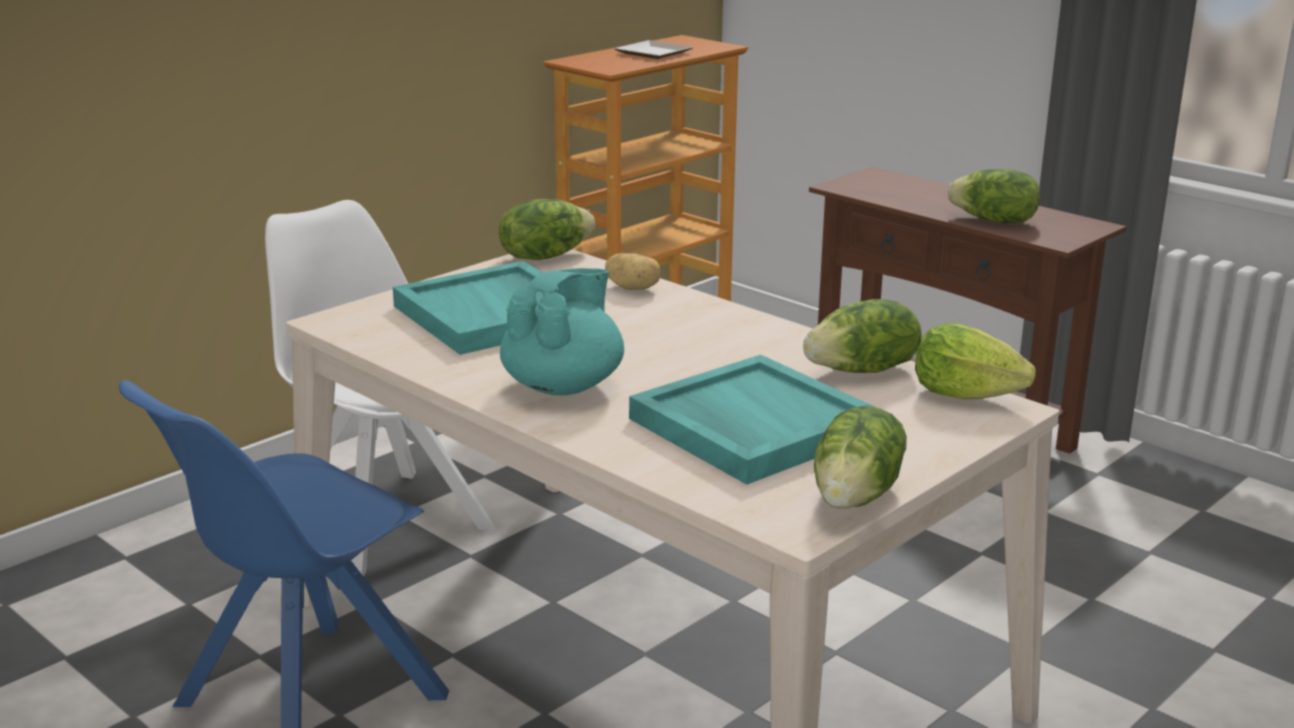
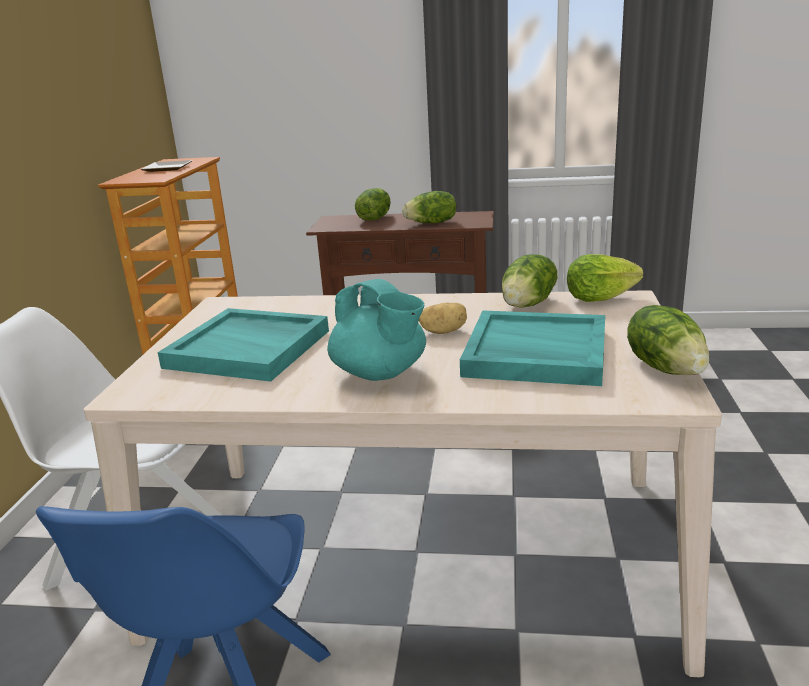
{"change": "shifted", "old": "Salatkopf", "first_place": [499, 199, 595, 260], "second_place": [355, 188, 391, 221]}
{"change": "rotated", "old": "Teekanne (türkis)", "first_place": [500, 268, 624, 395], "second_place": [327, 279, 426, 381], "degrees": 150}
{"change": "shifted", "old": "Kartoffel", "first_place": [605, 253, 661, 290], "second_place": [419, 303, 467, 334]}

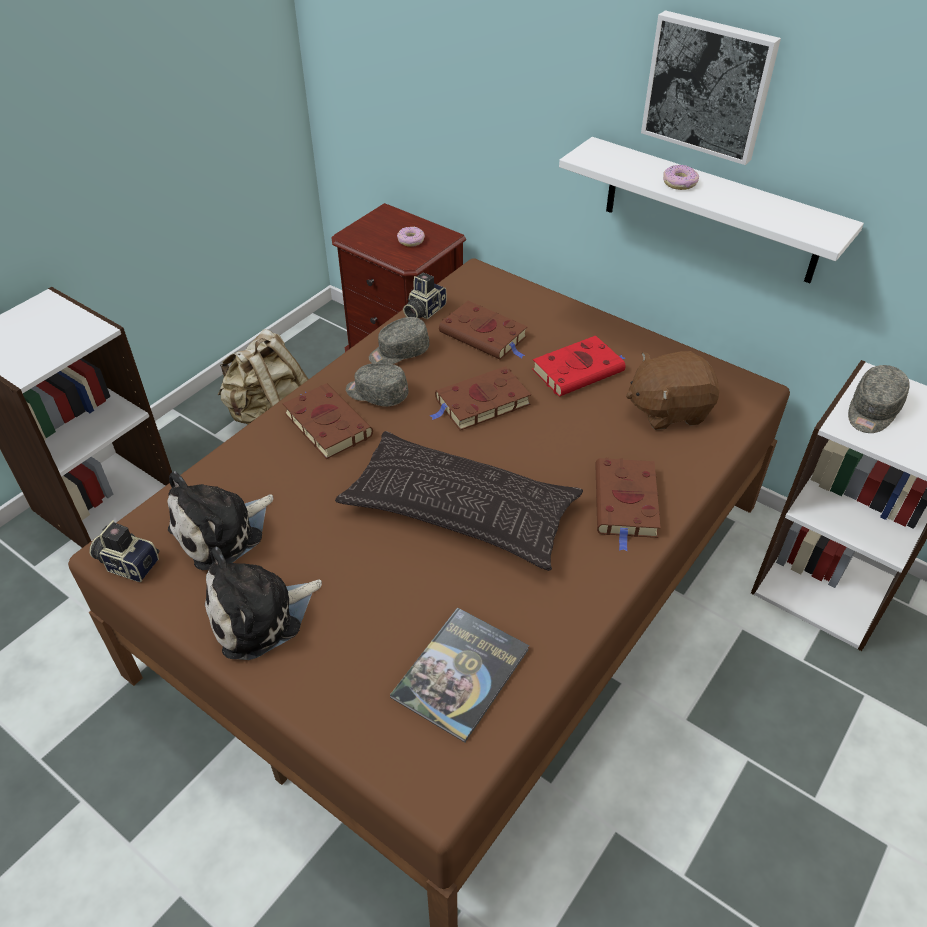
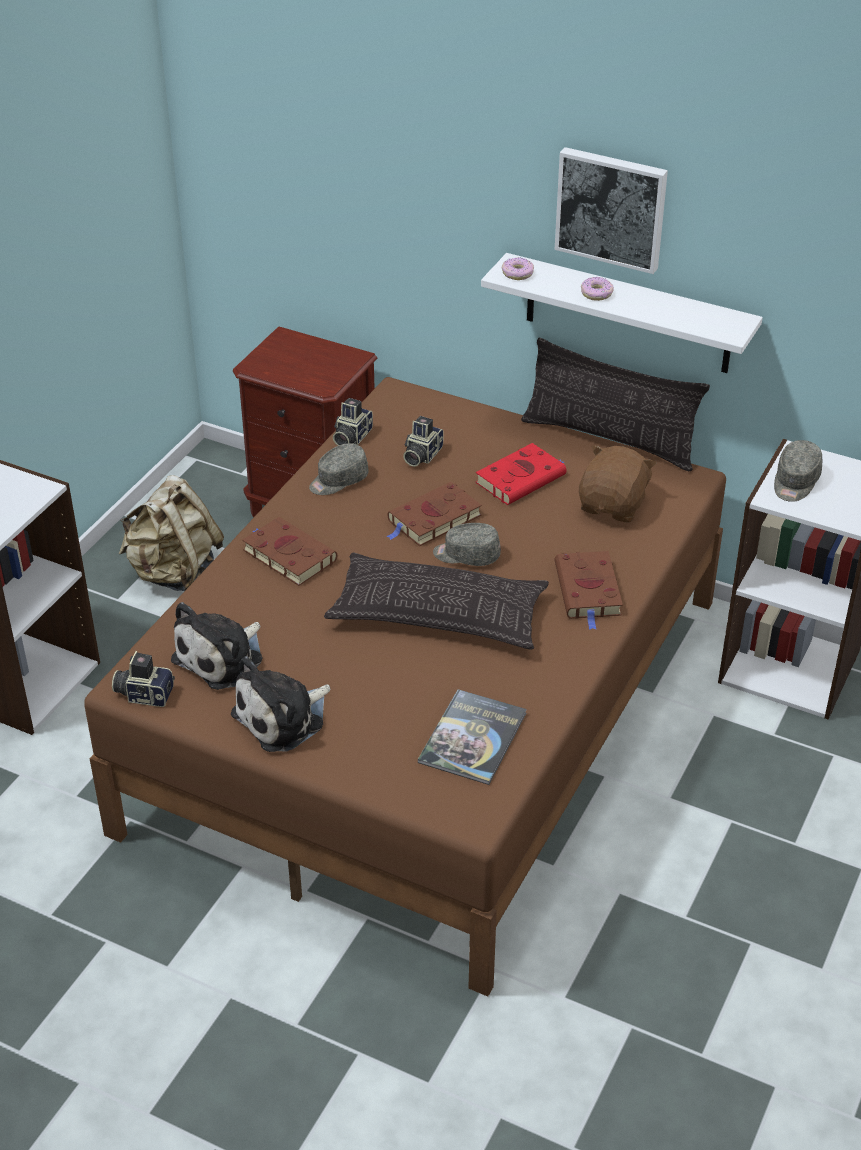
{"change": "shifted", "old": "Kappe (grau)", "first_place": [346, 363, 409, 406], "second_place": [433, 523, 501, 566]}
{"change": "shifted", "old": "Donut", "first_place": [397, 227, 425, 247], "second_place": [502, 257, 534, 280]}
{"change": "swapped", "old": "Buch (braun)", "new": "Kamera", "first_place": [439, 301, 527, 360], "second_place": [403, 416, 444, 467]}
{"change": "rotated", "old": "Plüschtier (braun)", "first_place": [626, 351, 719, 430], "second_place": [579, 445, 657, 523], "degrees": 135}
{"change": "new", "new": "Kissen", "second_place": [521, 337, 710, 472]}

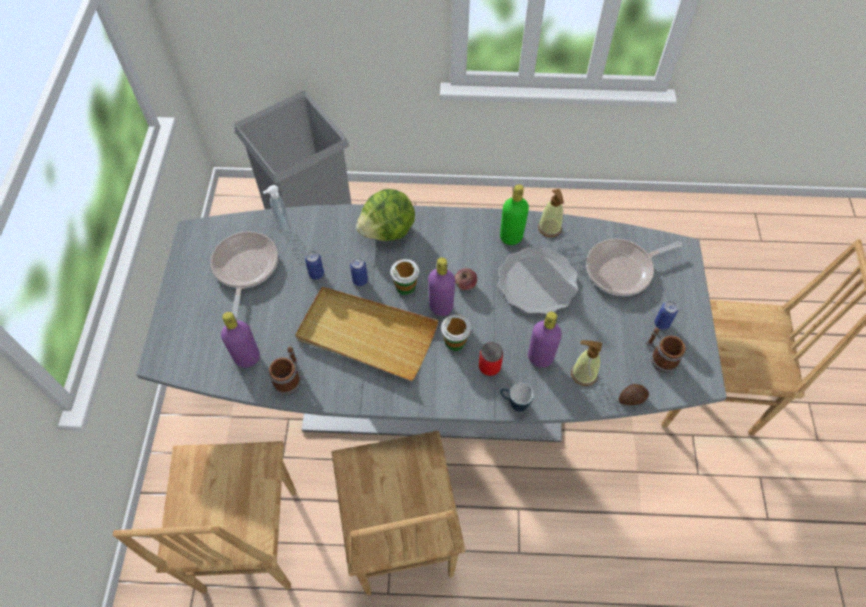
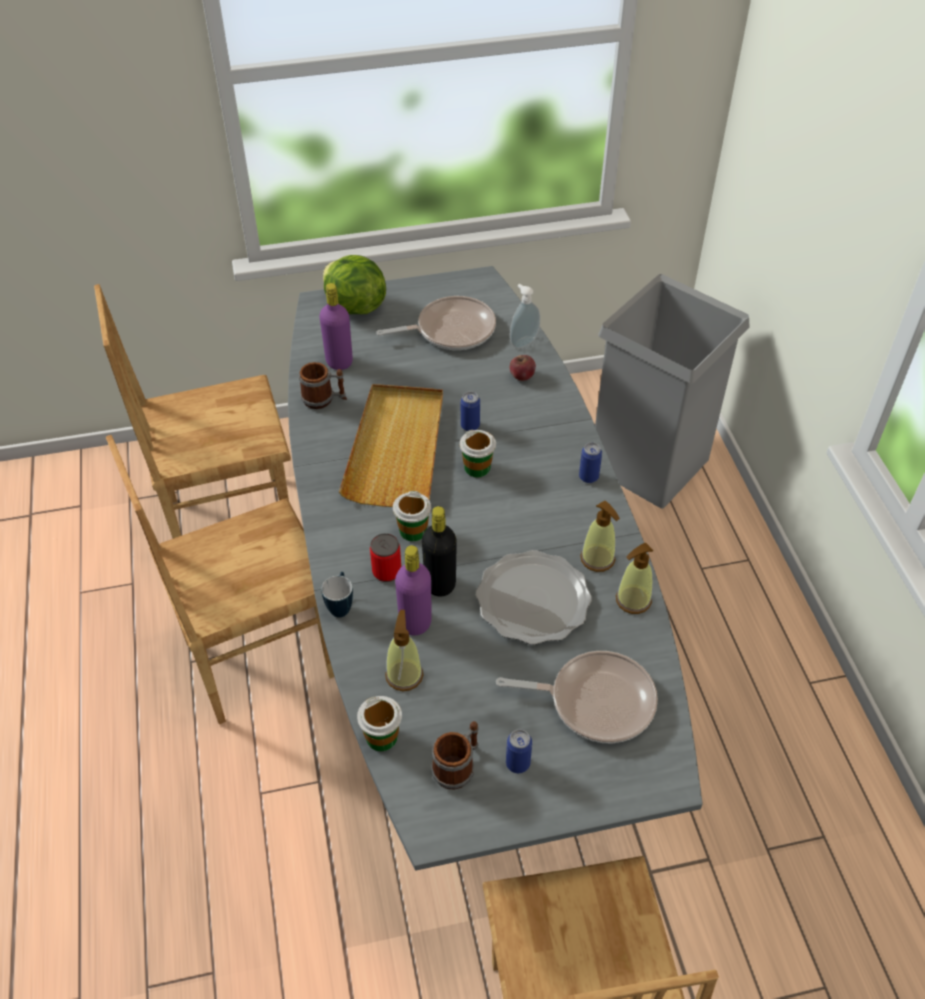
{"change": "shifted", "old": "Dose", "first_place": [305, 251, 324, 280], "second_place": [579, 442, 602, 483]}
{"change": "shifted", "old": "Salatkopf", "first_place": [356, 189, 415, 241], "second_place": [323, 255, 386, 314]}
{"change": "gone", "old": "Flasche (lila)", "first_place": [428, 257, 455, 316]}
{"change": "shifted", "old": "Apfel", "first_place": [455, 268, 477, 290], "second_place": [510, 355, 536, 381]}
{"change": "swapped", "old": "Flasche (grün)", "new": "Seifenspender", "first_place": [500, 184, 529, 245], "second_place": [580, 501, 620, 572]}
{"change": "rotated", "old": "Pfanne", "first_place": [586, 239, 682, 296], "second_place": [496, 651, 658, 743], "degrees": 135}
{"change": "swapped", "old": "Kartoffel", "new": "Tasse", "first_place": [619, 384, 649, 405], "second_place": [357, 696, 402, 751]}
{"change": "new", "new": "Flasche (schwarz)", "second_place": [422, 506, 457, 597]}

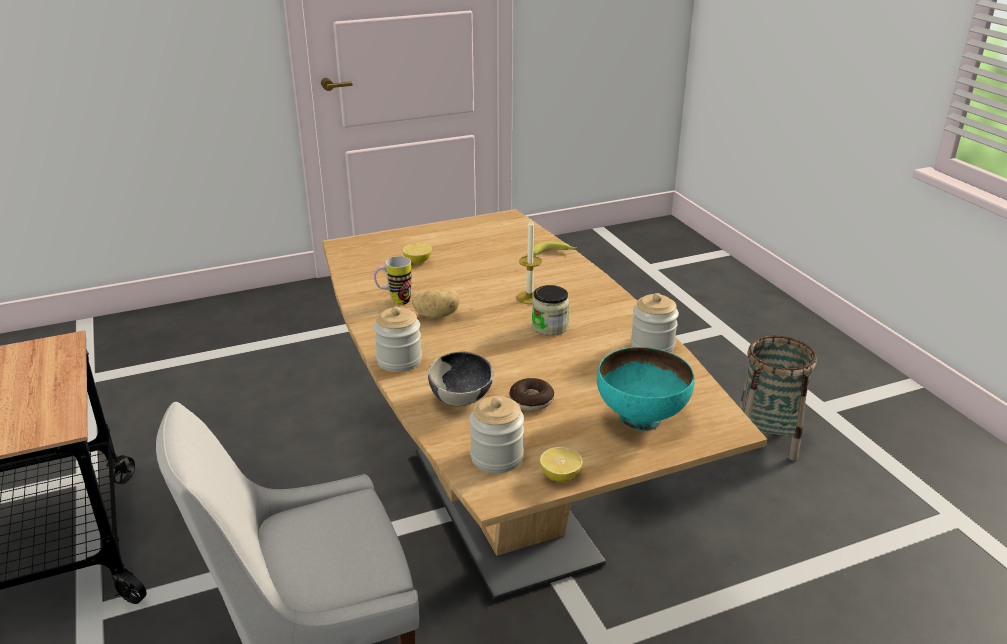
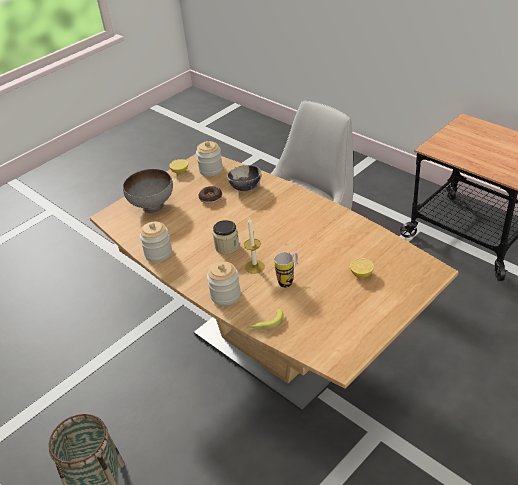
{"change": "shifted", "old": "Henkelbecher", "first_place": [374, 256, 412, 305], "second_place": [274, 252, 298, 288]}
{"change": "shifted", "old": "Vorratsglas", "first_place": [374, 306, 422, 372], "second_place": [207, 262, 241, 306]}
{"change": "gone", "old": "Kartoffel", "first_place": [413, 289, 460, 319]}
{"change": "repainted", "old": "Schüssel (türkis)", "new": "Schüssel (grau)", "first_place": [597, 347, 694, 431], "second_place": [123, 169, 173, 213]}

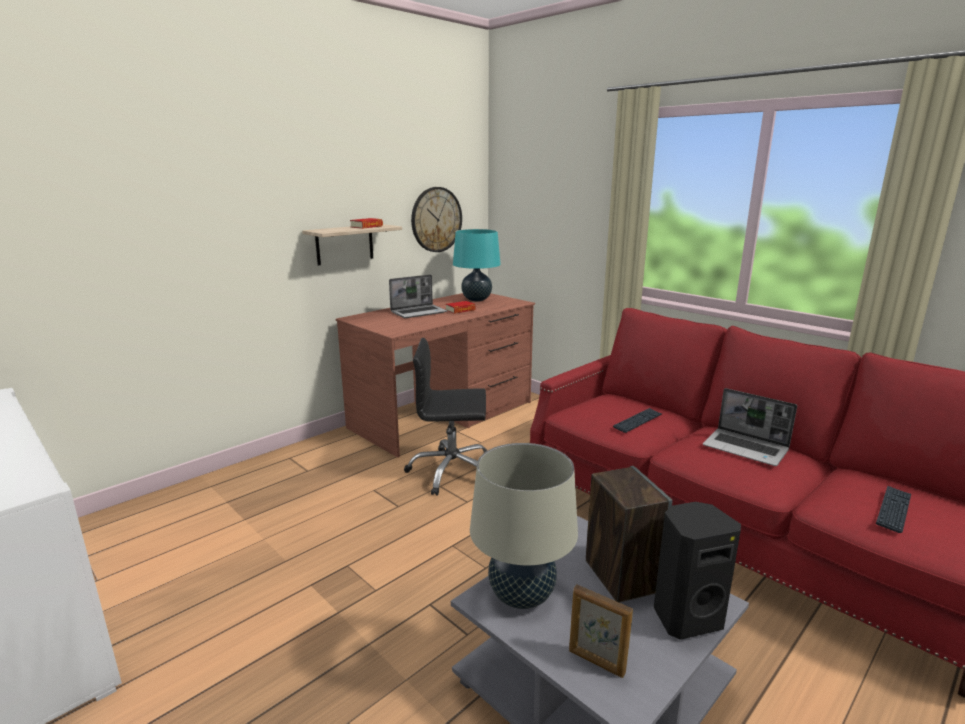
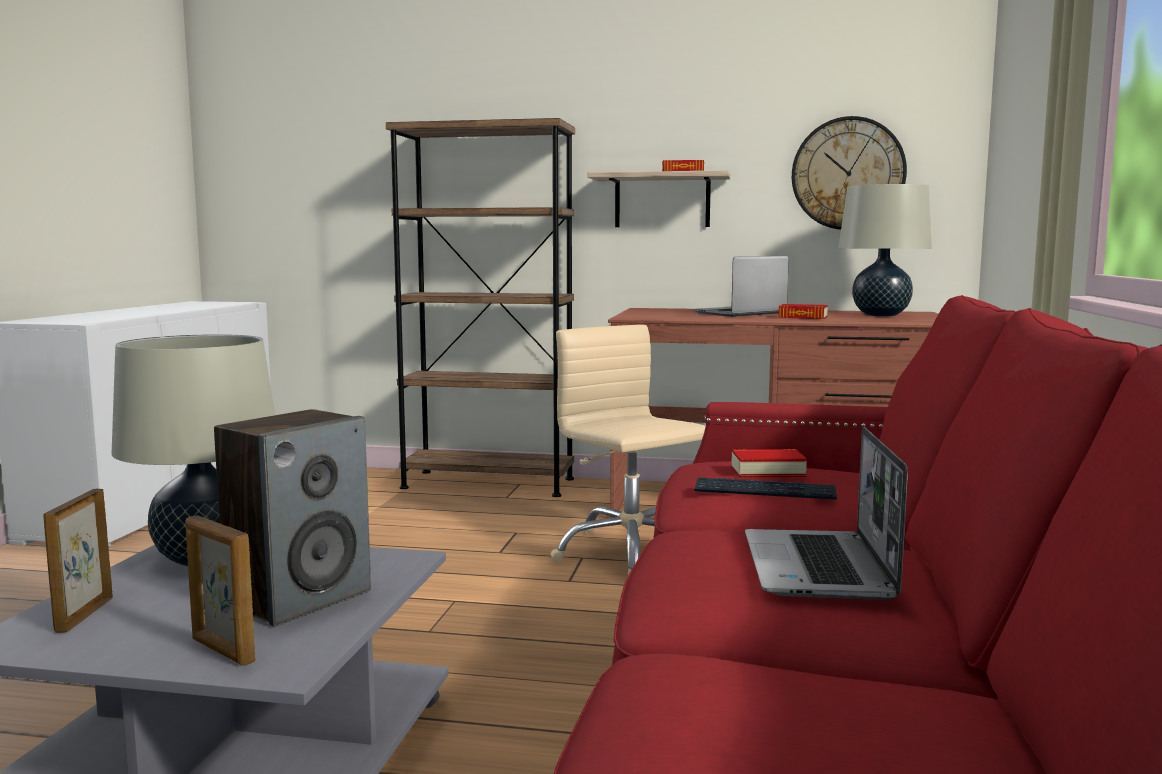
{"change": "rotated", "old": "Laptop", "first_place": [389, 274, 447, 318], "second_place": [693, 256, 789, 317], "degrees": 120}
{"change": "repainted", "old": "Bürostuhl (schwarz)", "new": "Bürostuhl (beige)", "first_place": [404, 338, 488, 496], "second_place": [550, 325, 706, 576]}
{"change": "repainted", "old": "Tischlampe (türkis)", "new": "Tischlampe (beige)", "first_place": [453, 229, 501, 301], "second_place": [838, 184, 932, 316]}
{"change": "swapped", "old": "Lautsprecher (schwarz)", "new": "Bilderrahmen", "first_place": [654, 502, 741, 640], "second_place": [185, 515, 255, 666]}
{"change": "gone", "old": "Tastatur", "first_place": [876, 486, 911, 533]}
{"change": "new", "new": "Bücherregal (braun)", "second_place": [386, 118, 575, 497]}
{"change": "new", "new": "Buch", "second_place": [731, 449, 807, 477]}

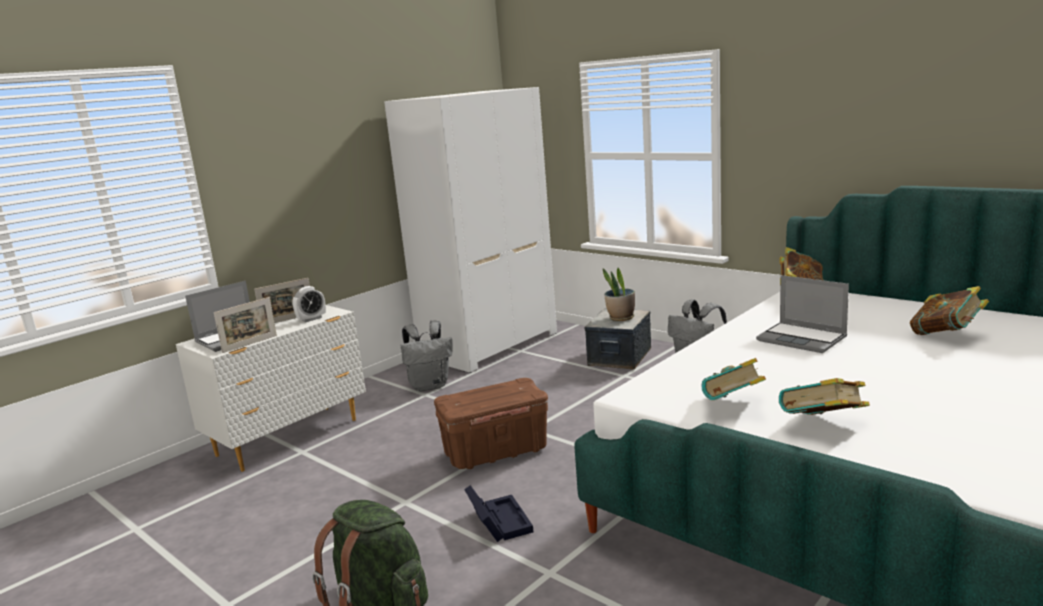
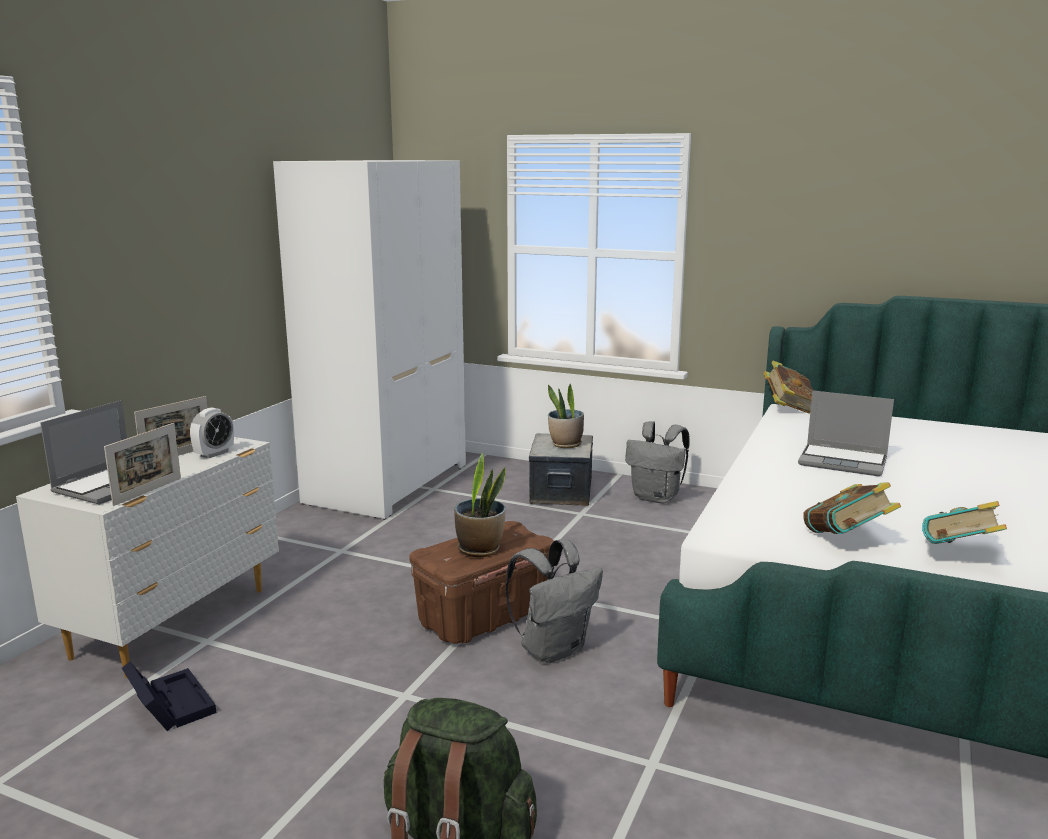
{"change": "shifted", "old": "Rucksack (grau)", "first_place": [401, 320, 453, 392], "second_place": [506, 539, 603, 663]}
{"change": "shifted", "old": "Aufbewahrungsbox (schwarz)", "first_place": [464, 485, 533, 542], "second_place": [122, 662, 216, 731]}
{"change": "gone", "old": "Buch", "first_place": [910, 286, 989, 335]}
{"change": "new", "new": "Topfpflanze", "second_place": [455, 453, 506, 557]}

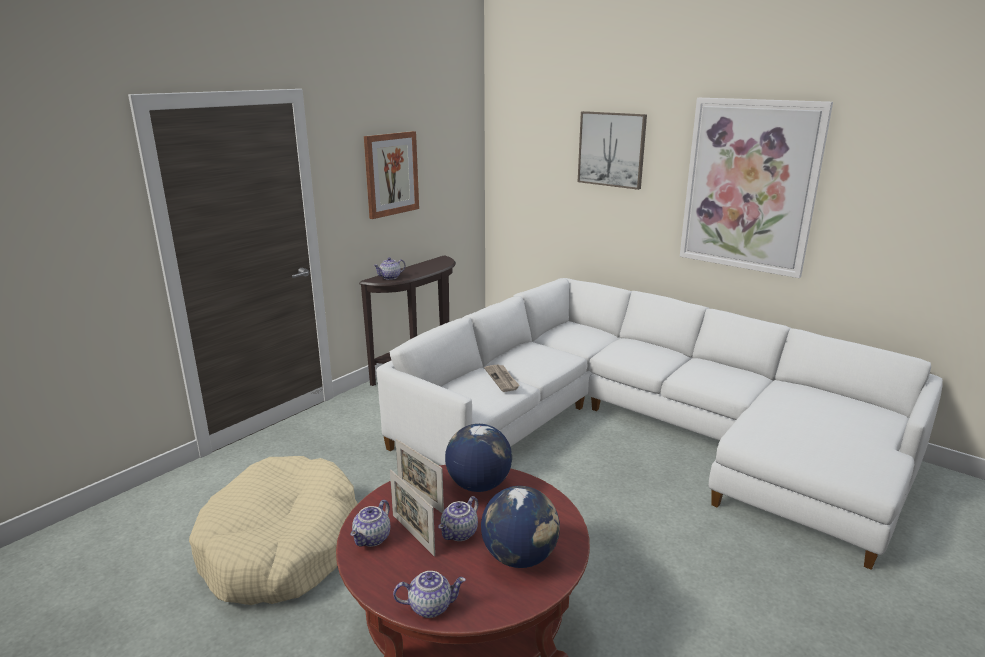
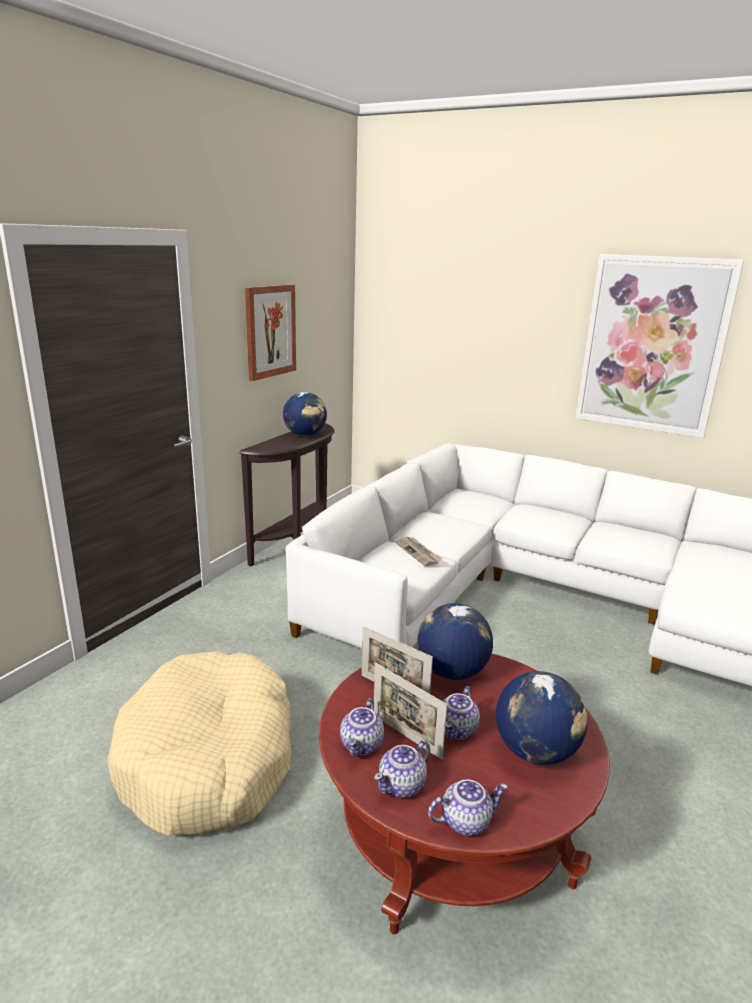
{"change": "shifted", "old": "Teekanne", "first_place": [373, 257, 406, 280], "second_place": [374, 740, 430, 798]}
{"change": "gone", "old": "Bild", "first_place": [578, 111, 647, 190]}
{"change": "new", "new": "Globus", "second_place": [283, 392, 327, 436]}

